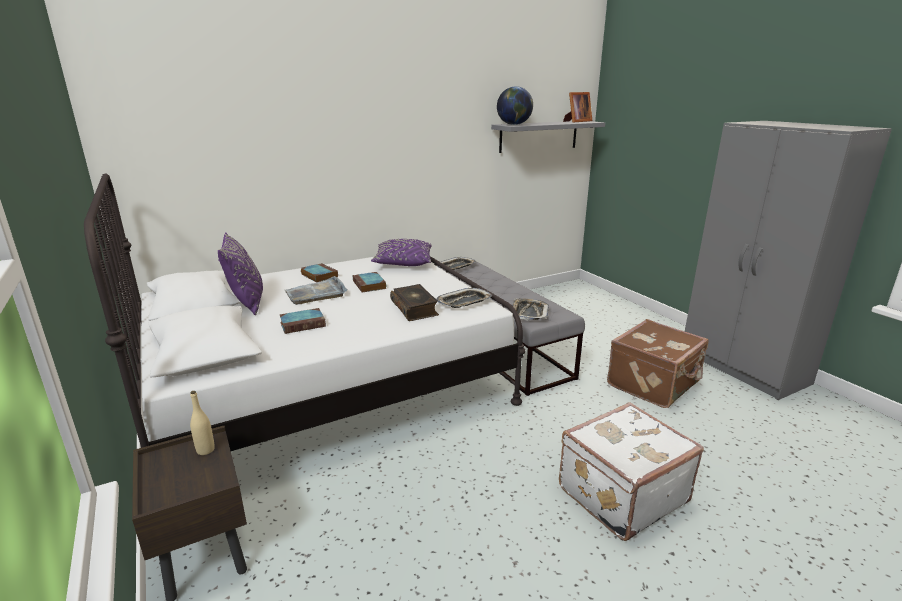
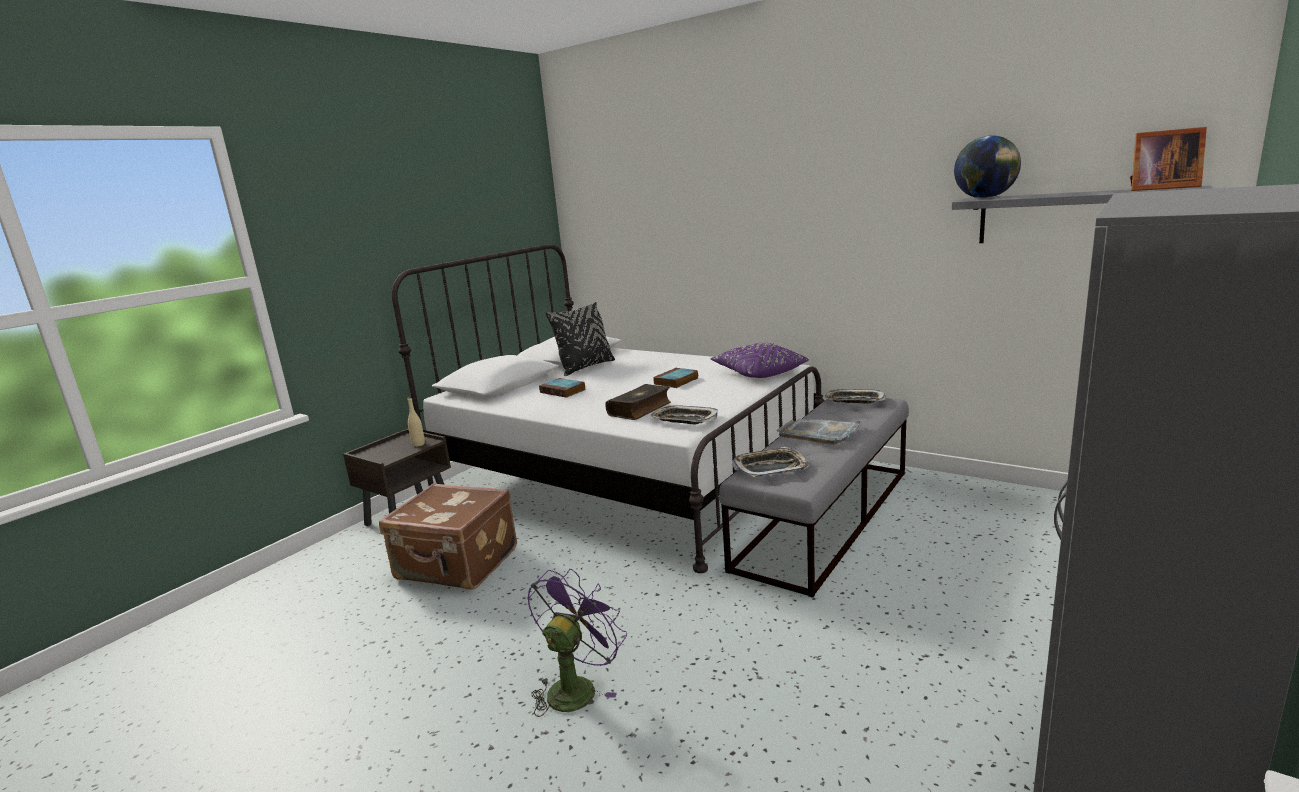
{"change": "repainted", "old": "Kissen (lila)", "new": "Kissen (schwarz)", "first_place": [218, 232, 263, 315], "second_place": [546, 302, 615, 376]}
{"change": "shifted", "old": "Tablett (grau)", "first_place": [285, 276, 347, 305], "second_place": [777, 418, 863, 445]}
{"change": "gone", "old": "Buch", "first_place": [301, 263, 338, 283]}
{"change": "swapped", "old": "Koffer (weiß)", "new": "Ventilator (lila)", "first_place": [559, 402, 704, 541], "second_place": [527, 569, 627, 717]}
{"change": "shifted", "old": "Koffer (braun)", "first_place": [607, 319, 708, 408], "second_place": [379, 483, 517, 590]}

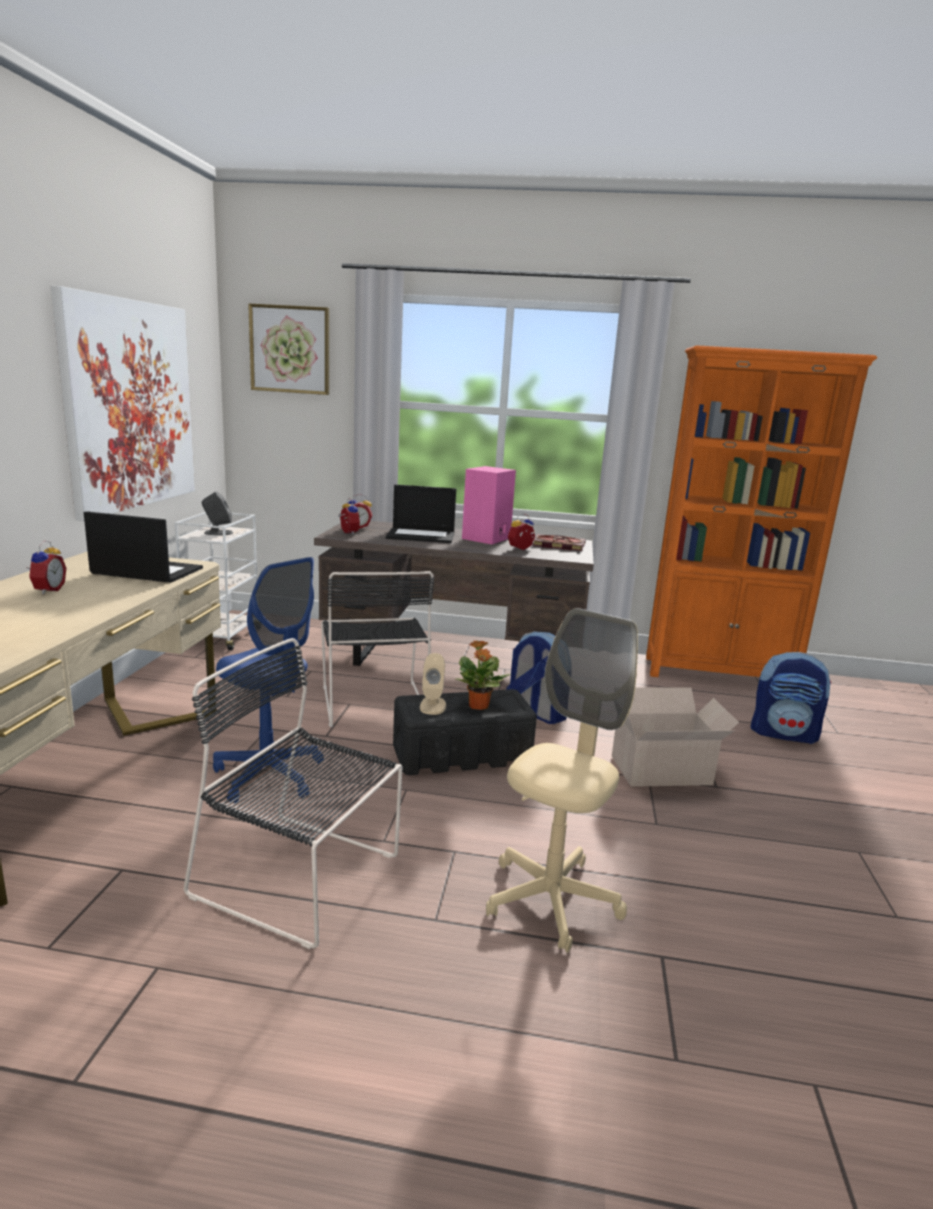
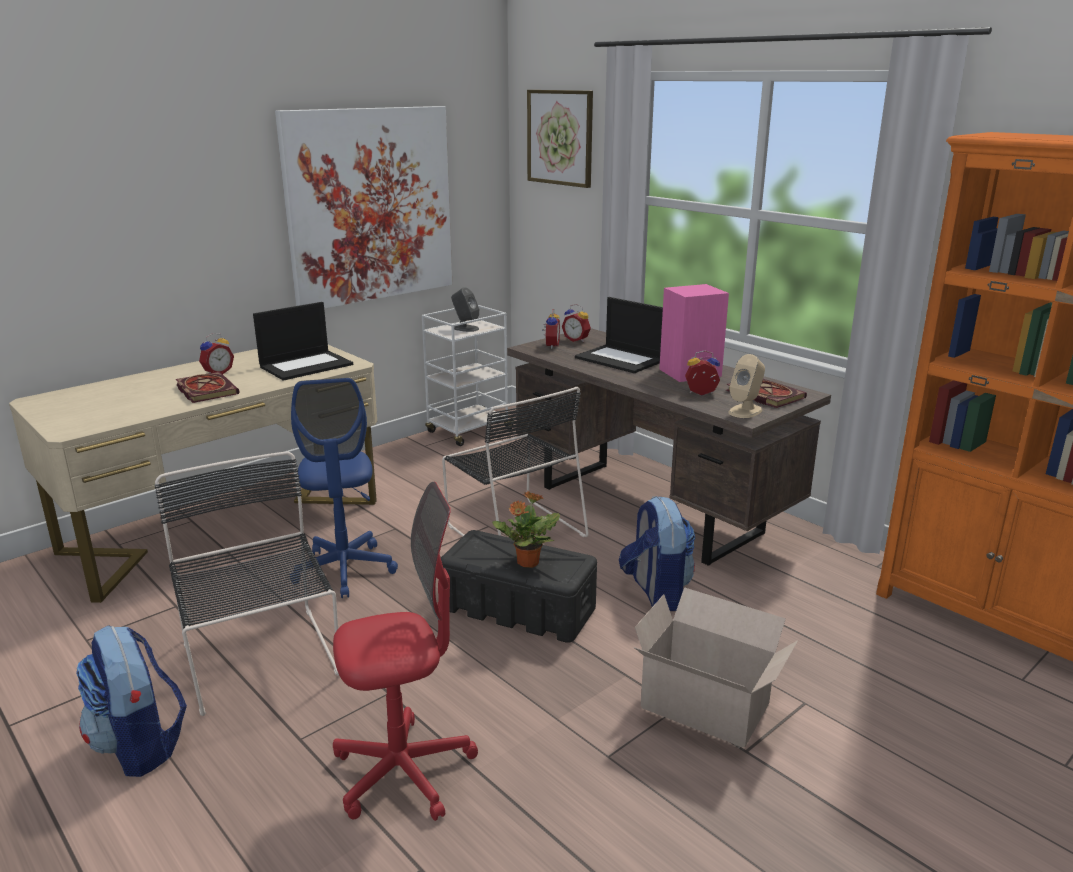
{"change": "rotated", "old": "Laptop", "first_place": [84, 511, 203, 583], "second_place": [253, 302, 353, 381], "degrees": 90}
{"change": "rotated", "old": "Stuhl (schwarz)", "first_place": [321, 571, 434, 727], "second_place": [442, 387, 589, 537], "degrees": -60}
{"change": "shifted", "old": "Lautsprecher (beige)", "first_place": [420, 653, 446, 715], "second_place": [728, 354, 765, 418]}
{"change": "repainted", "old": "Bürostuhl (beige)", "new": "Bürostuhl (rot)", "first_place": [486, 608, 638, 953], "second_place": [333, 482, 478, 821]}
{"change": "shifted", "old": "Rucksack", "first_place": [751, 652, 832, 744], "second_place": [76, 625, 187, 777]}
{"change": "new", "new": "Buch", "second_place": [176, 372, 240, 403]}

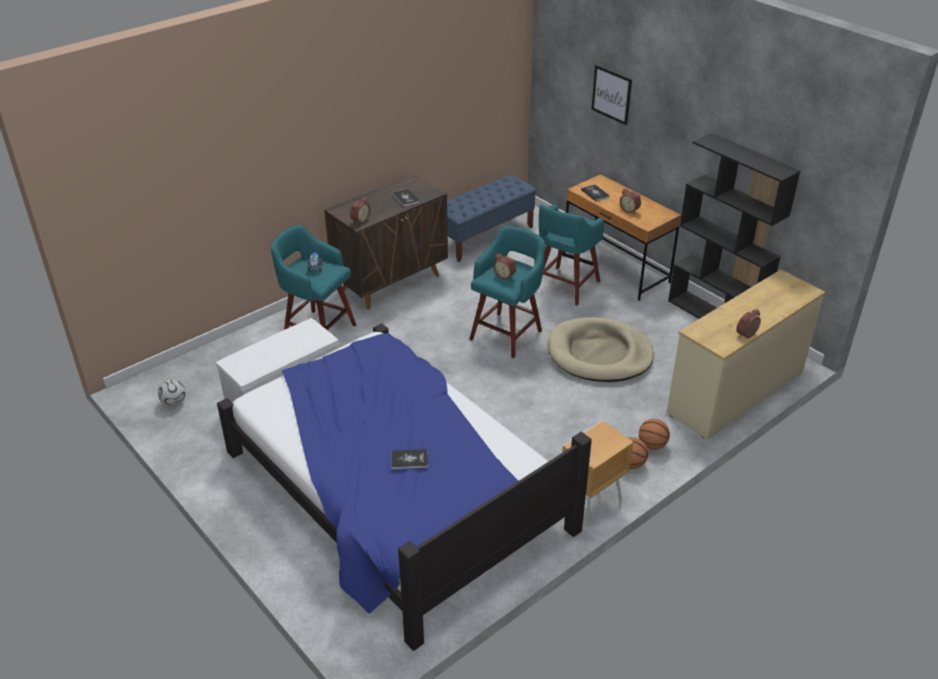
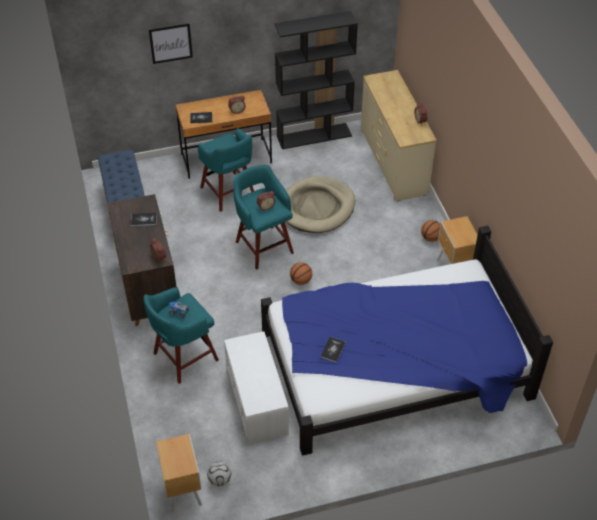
{"change": "shifted", "old": "Buch", "first_place": [391, 449, 428, 469], "second_place": [320, 337, 346, 363]}
{"change": "shifted", "old": "Basketball", "first_place": [639, 419, 670, 450], "second_place": [290, 262, 312, 285]}
{"change": "new", "new": "Nachttisch (braun)", "second_place": [156, 434, 202, 513]}

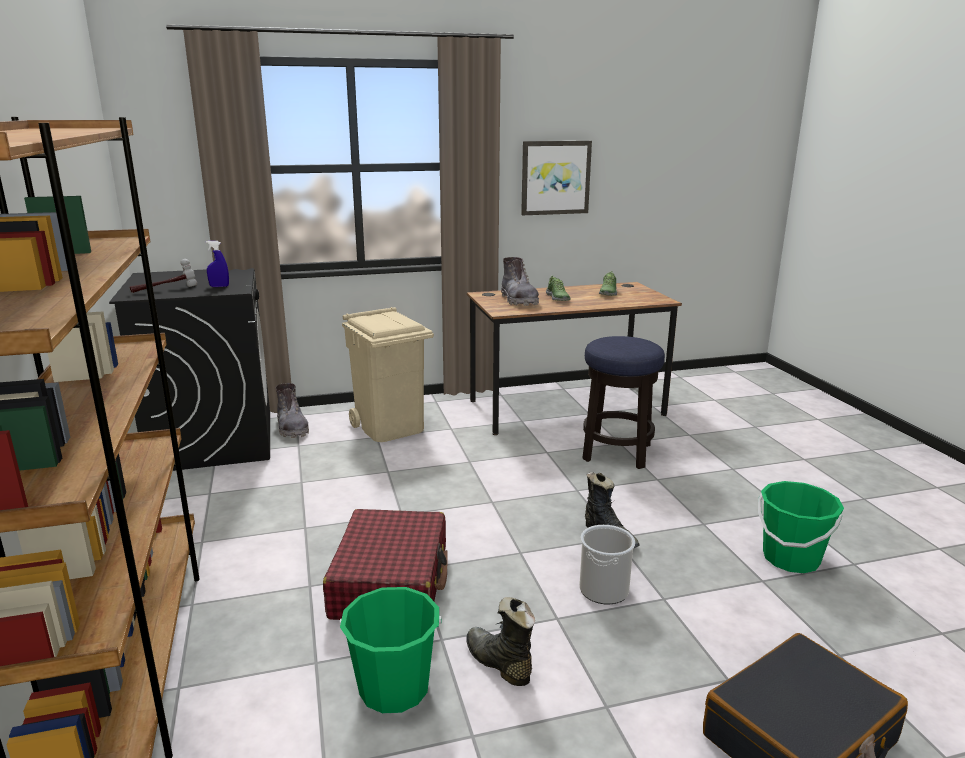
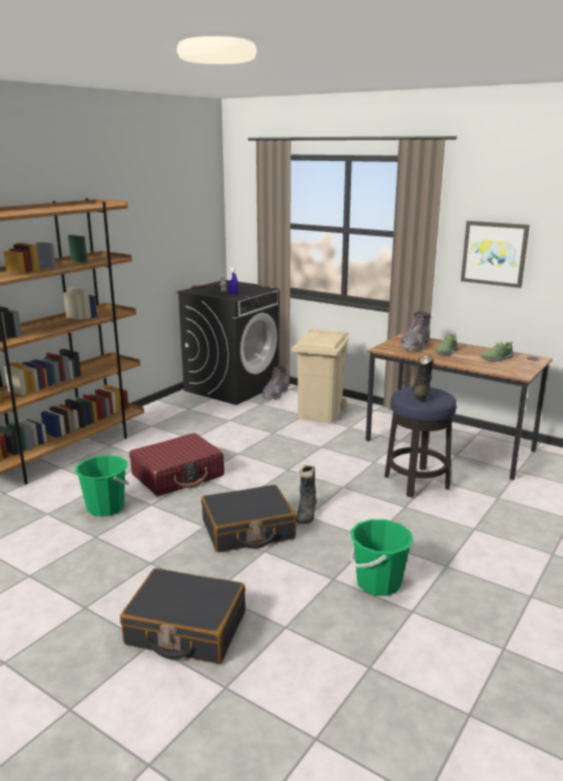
{"change": "shifted", "old": "Stiefel (schwarz)", "first_place": [466, 597, 535, 686], "second_place": [412, 355, 434, 401]}
{"change": "swapped", "old": "Eimer", "new": "Koffer (schwarz)", "first_place": [579, 525, 635, 605], "second_place": [201, 485, 296, 552]}

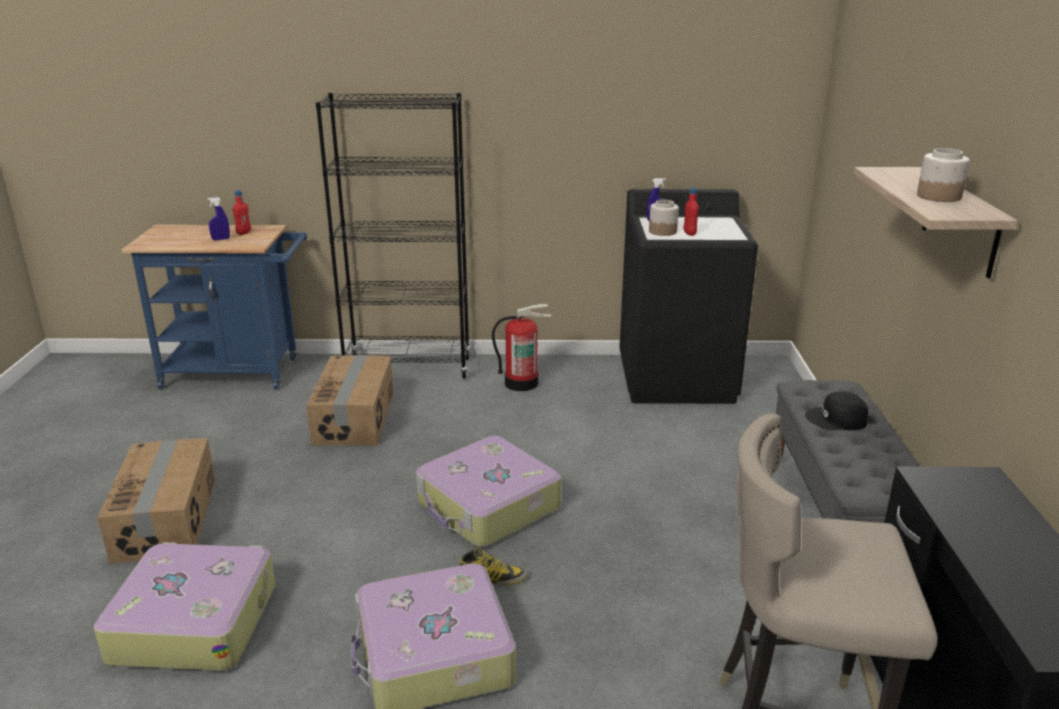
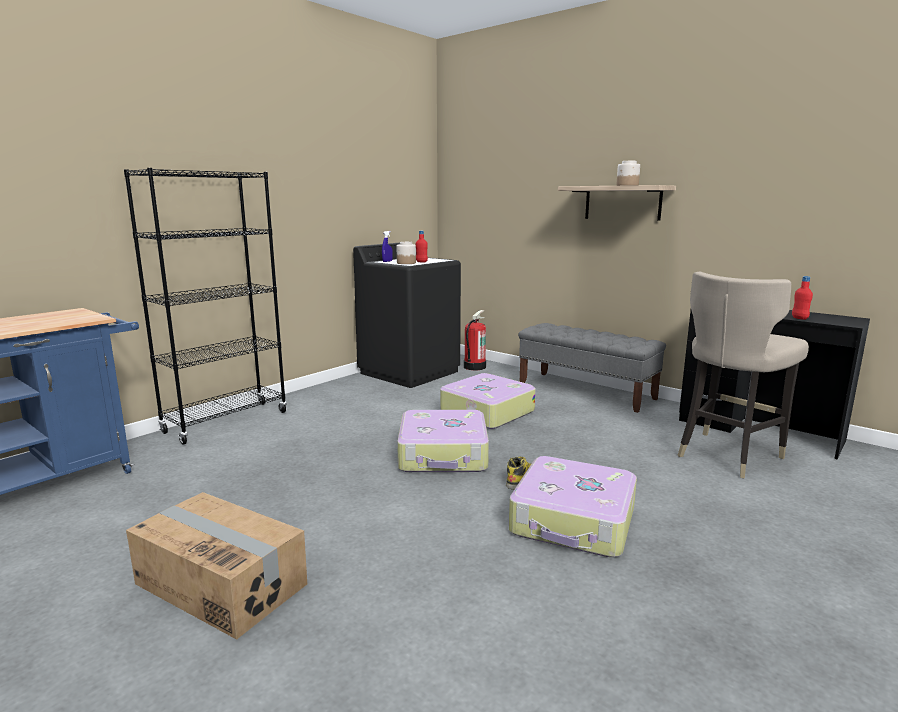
{"change": "shifted", "old": "Koffer", "first_place": [94, 542, 276, 671], "second_place": [440, 373, 536, 429]}
{"change": "gone", "old": "Sprühflasche (blau)", "first_place": [207, 197, 230, 240]}
{"change": "shifted", "old": "Flasche (rot)", "first_place": [233, 190, 251, 235], "second_place": [792, 276, 813, 320]}
{"change": "gone", "old": "Karton", "first_place": [306, 355, 394, 446]}
{"change": "shifted", "old": "Feuerlöscher", "first_place": [492, 304, 552, 391], "second_place": [464, 310, 486, 370]}
{"change": "gone", "old": "Kappe (schwarz)", "first_place": [805, 391, 868, 430]}

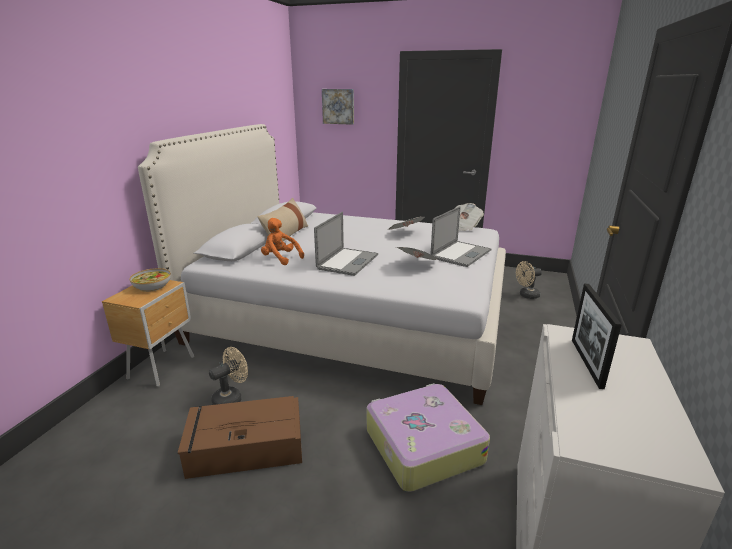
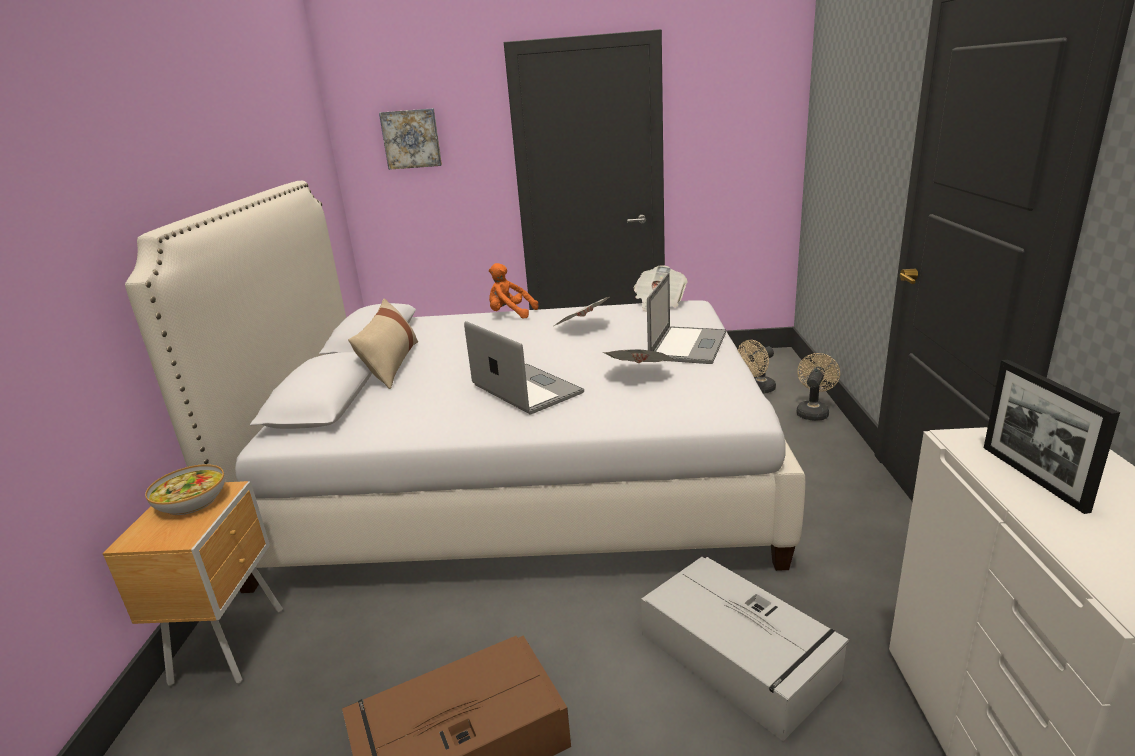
{"change": "shifted", "old": "Ventilator (beige)", "first_place": [209, 347, 248, 405], "second_place": [797, 353, 840, 421]}
{"change": "shifted", "old": "Plüschtier (orange)", "first_place": [261, 218, 304, 265], "second_place": [489, 263, 538, 319]}
{"change": "rotated", "old": "Laptop", "first_place": [314, 212, 378, 276], "second_place": [464, 321, 584, 414], "degrees": -45}
{"change": "swapped", "old": "Koffer", "new": "Aufbewahrungsbox (grau)", "first_place": [367, 383, 490, 492], "second_place": [641, 557, 849, 741]}

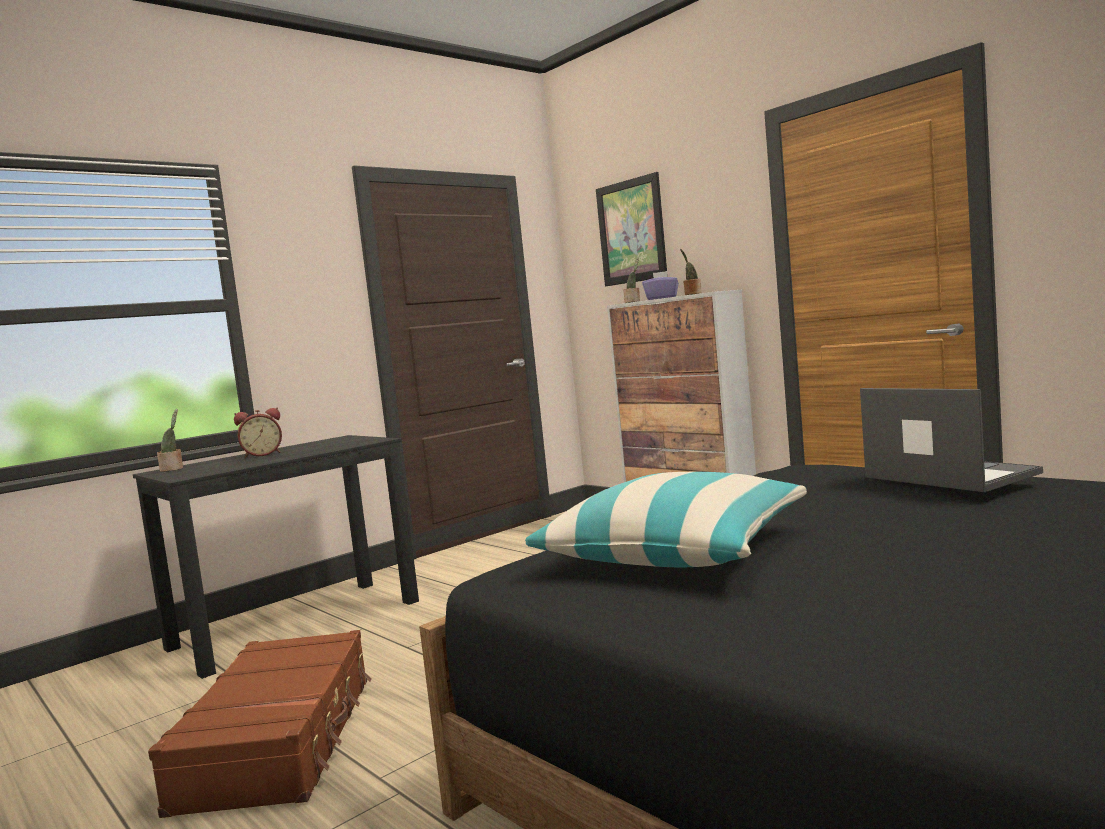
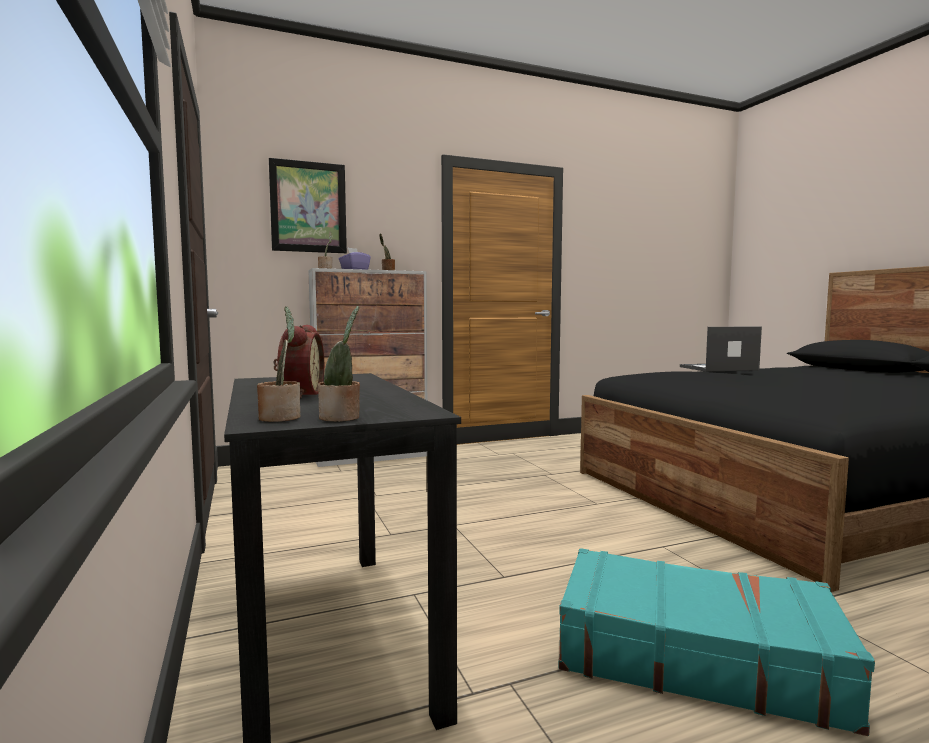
{"change": "repainted", "old": "Koffer (braun)", "new": "Koffer (türkis)", "first_place": [148, 630, 372, 818], "second_place": [558, 548, 875, 736]}
{"change": "gone", "old": "Kissen", "first_place": [525, 472, 807, 567]}
{"change": "new", "new": "Topfpflanze", "second_place": [318, 306, 360, 422]}

